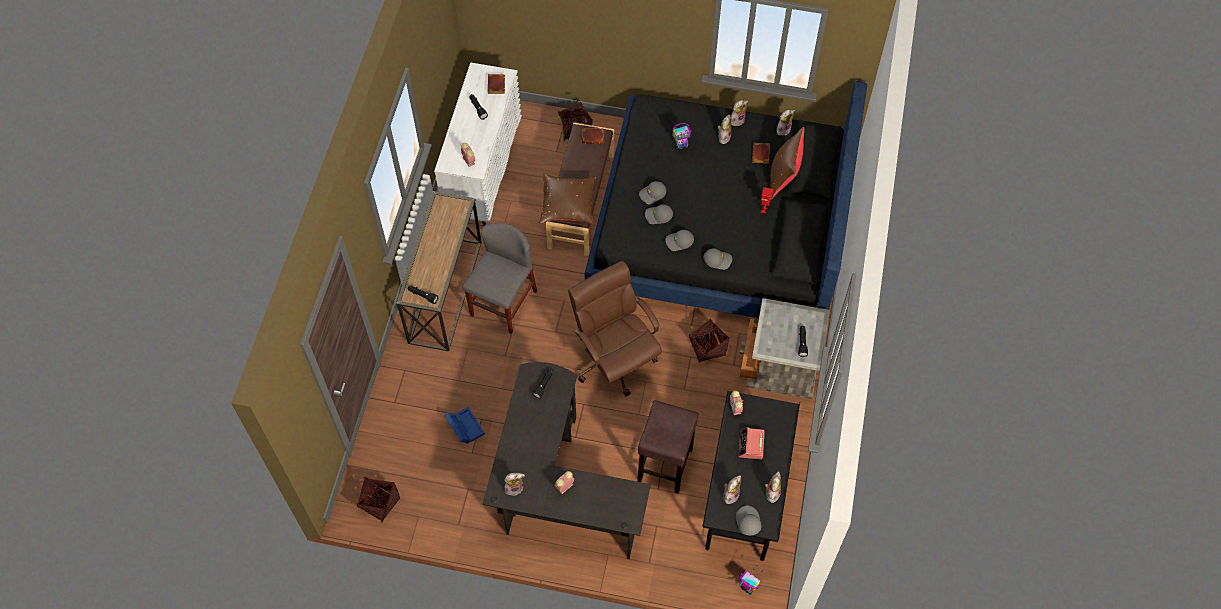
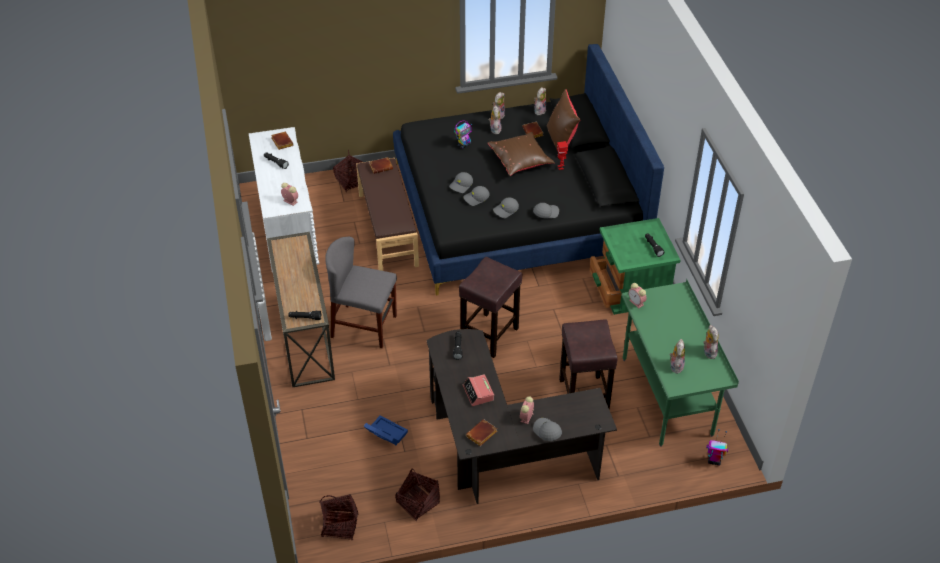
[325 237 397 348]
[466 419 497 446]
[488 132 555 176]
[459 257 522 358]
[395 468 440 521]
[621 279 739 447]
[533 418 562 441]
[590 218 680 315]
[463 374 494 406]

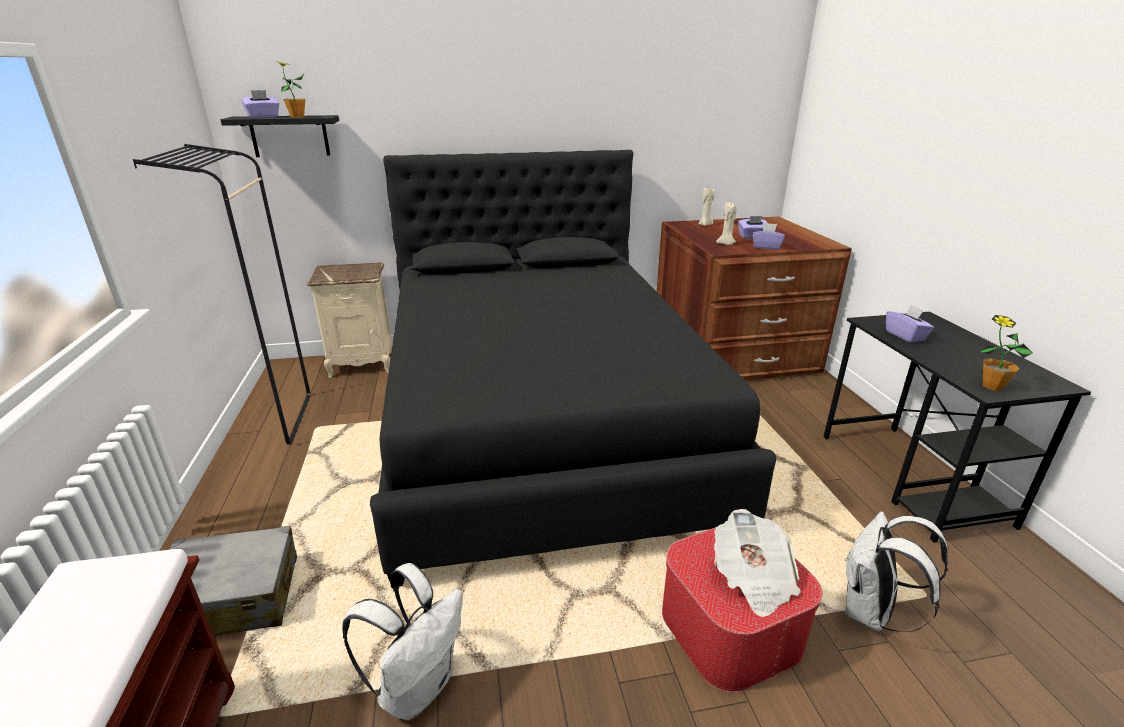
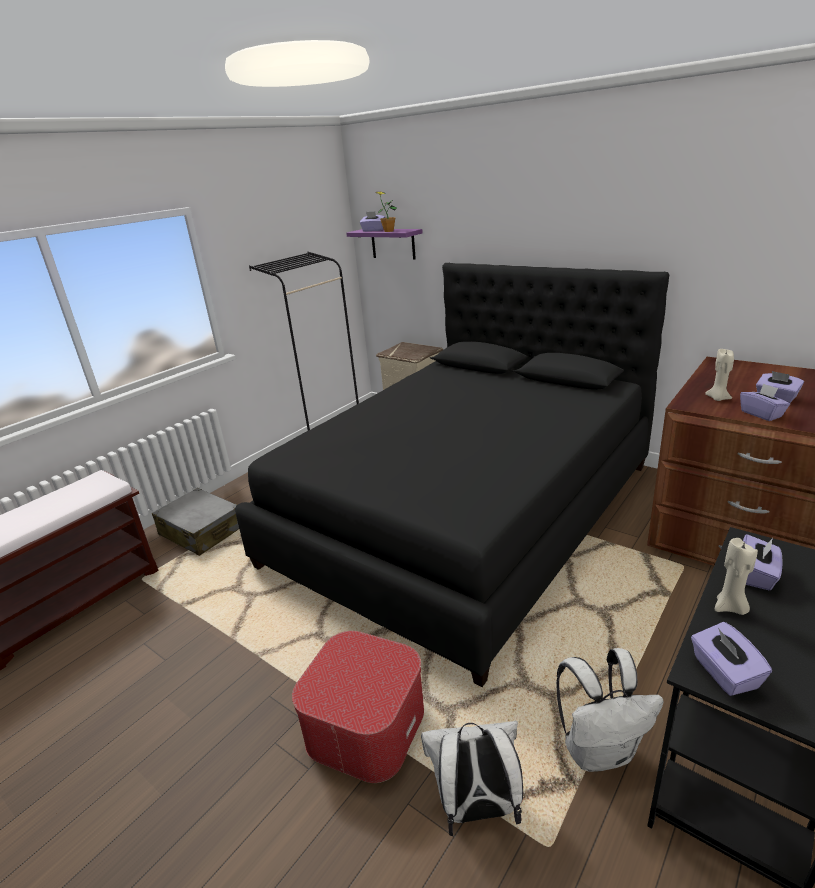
[346 229 423 260]
[556 648 664 772]
[715 538 758 615]
[714 509 801 617] (first image)
[691 622 772 696]

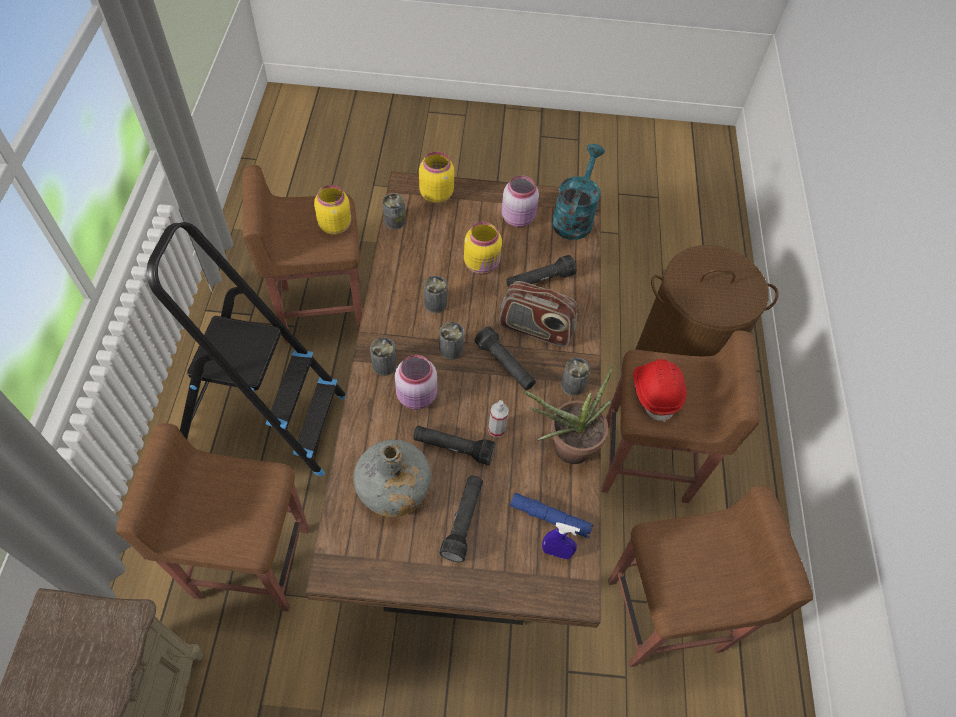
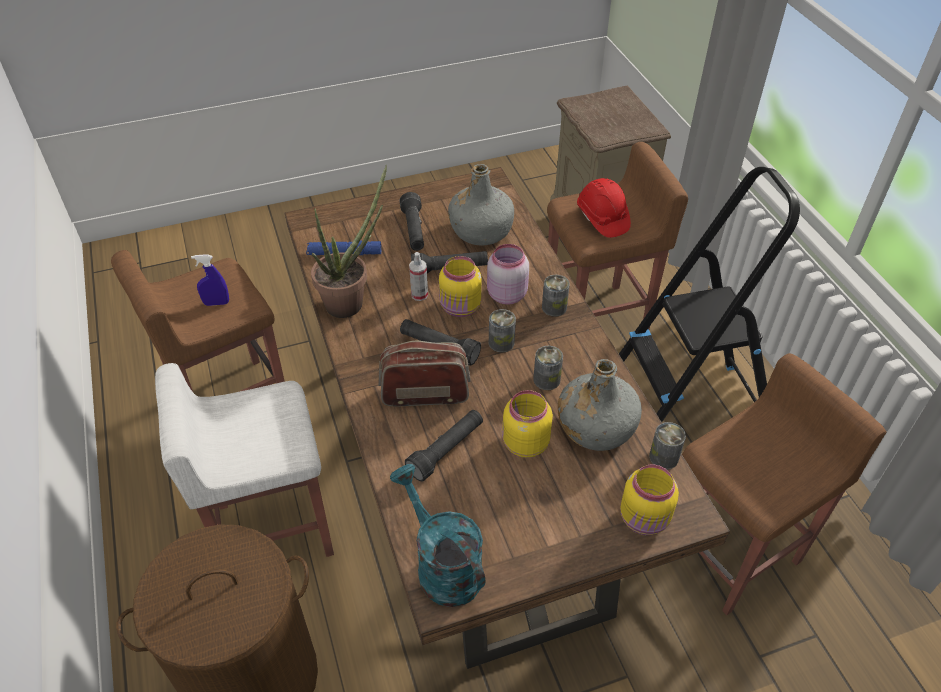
[439 256 481 317]
[501 176 539 227] (first image)
[191 254 229 306]
[390 464 485 607]
[561 358 590 396] (first image)
[155 363 334 557]
[577 178 631 238]
[558 359 642 451]

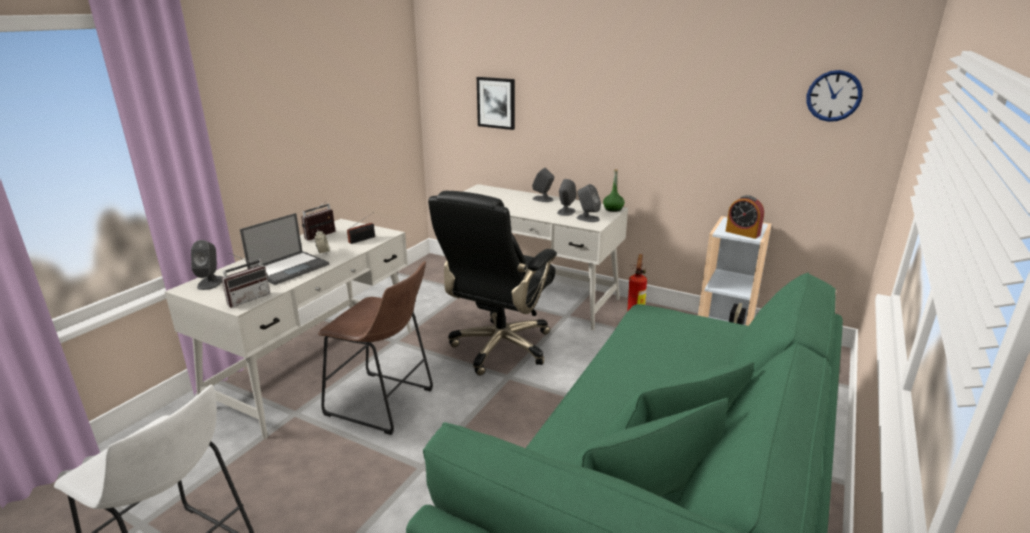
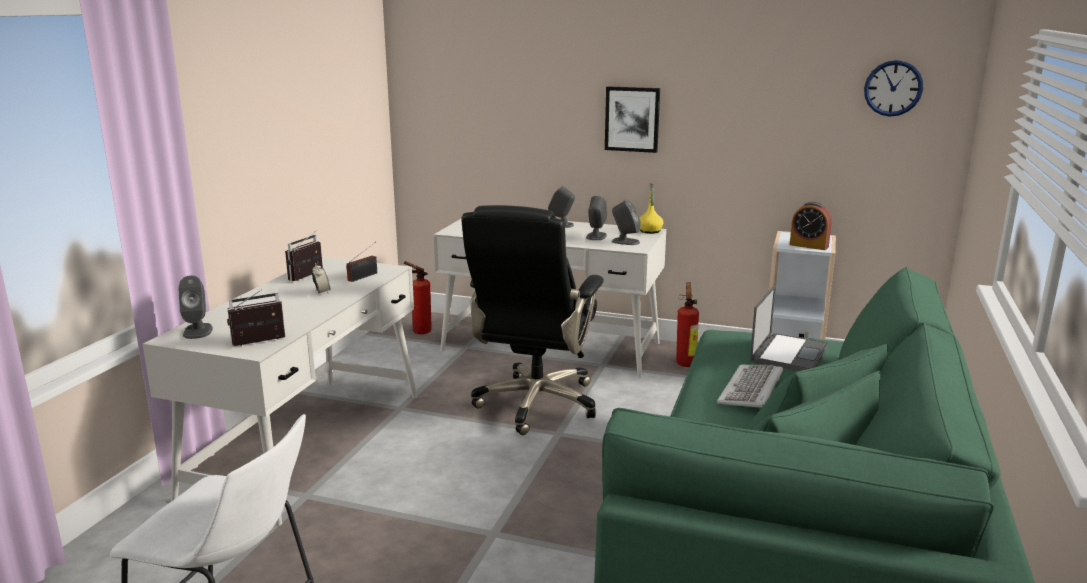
[227 289 285 346]
[750 285 829 371]
[318 261 433 435] (first image)
[605 86 660 153]
[640 183 664 234]
[404 261 432 334]
[717 364 783 408]

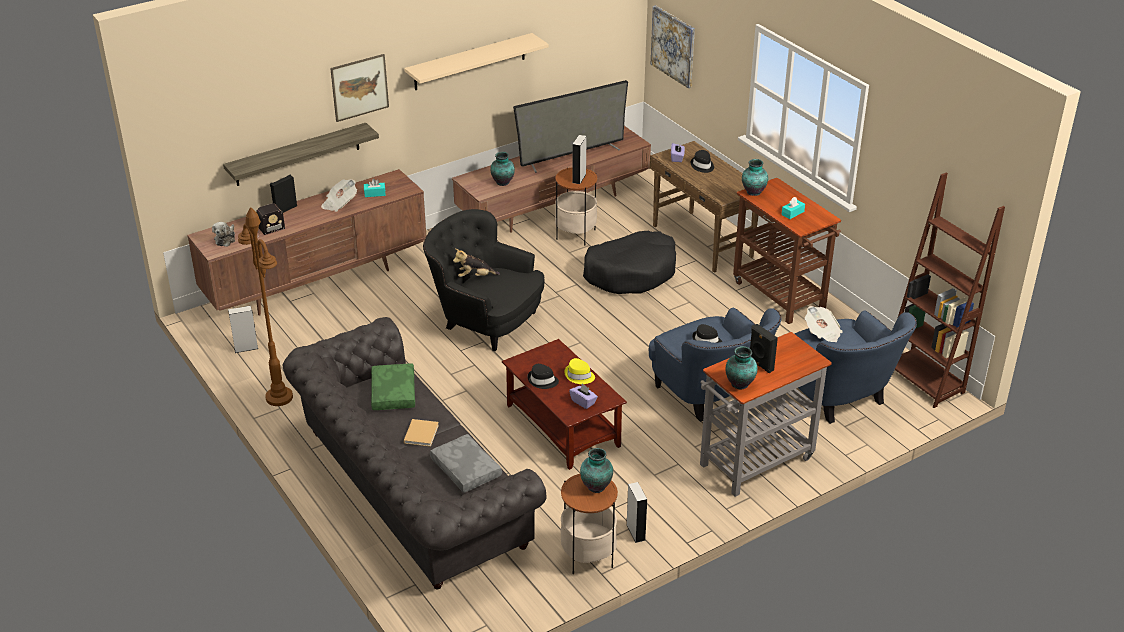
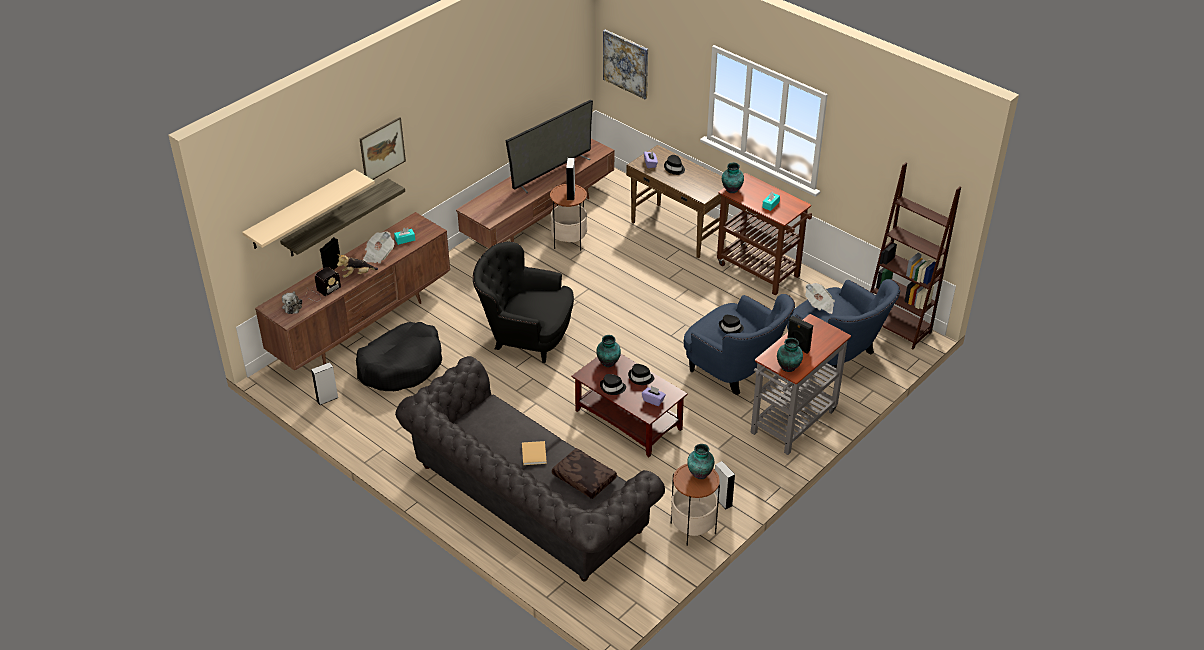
[238 207 293 406] (first image)
[371 364 415 410] (first image)
[242 169 375 249]
[552 448 617 499]
[337 254 378 278]
[596 335 621 367]
[628 364 654 385]
[356 322 442 391]

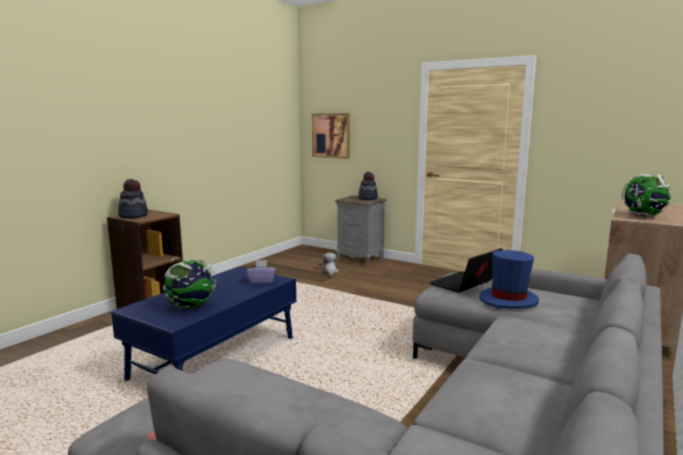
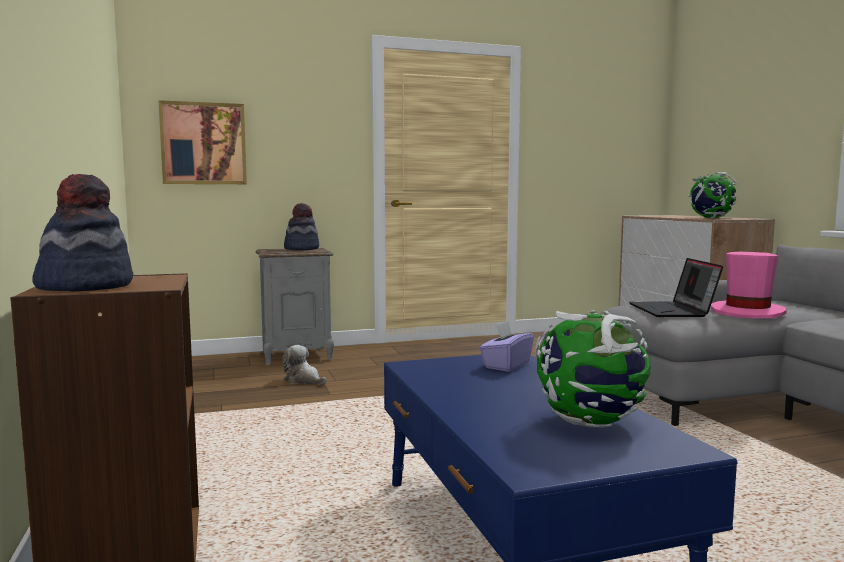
[711 252 787 319]

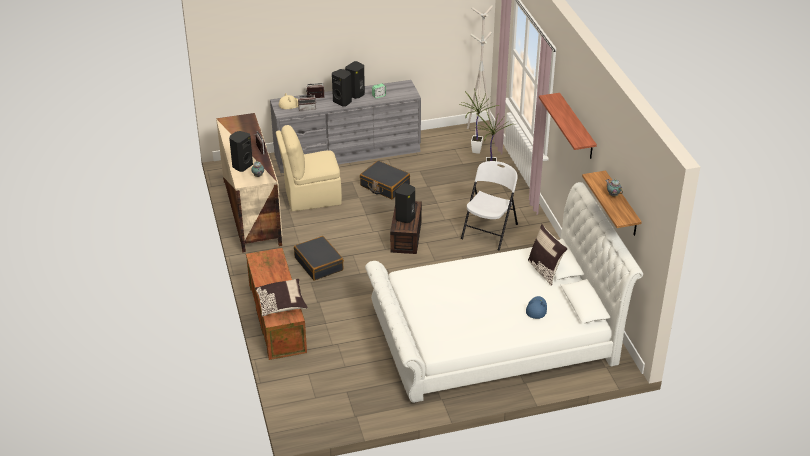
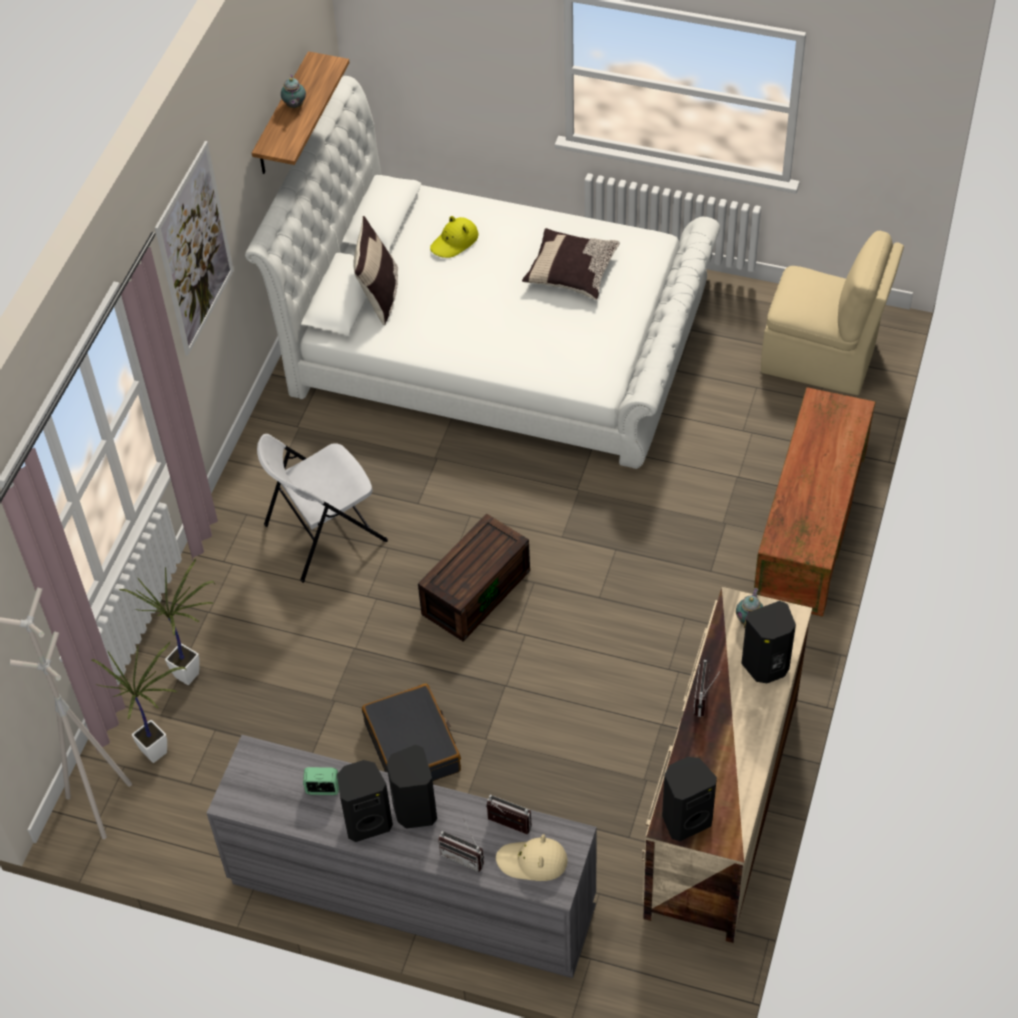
[522 228 620 300]
[761 230 904 395]
[294 236 344 281] (first image)
[662 757 717 841]
[430 216 478 258]
[155 141 234 356]

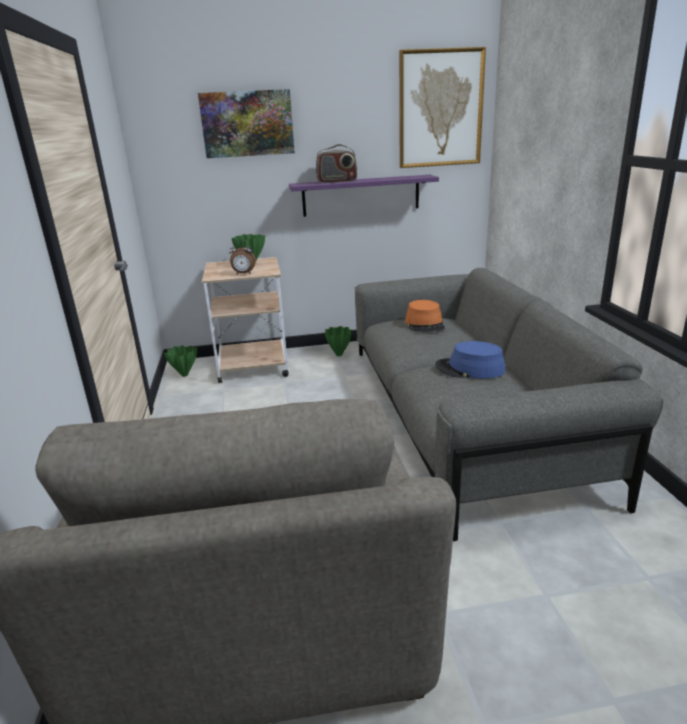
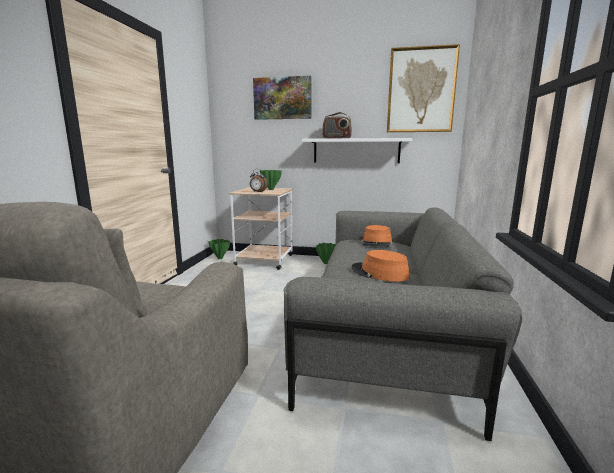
[302 138 412 163]
[352 250 410 282]

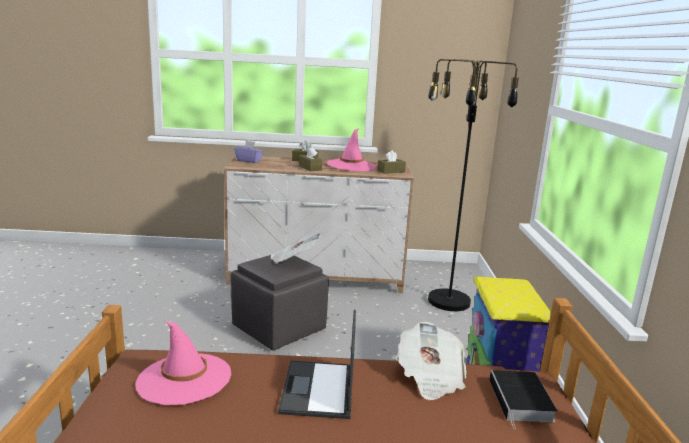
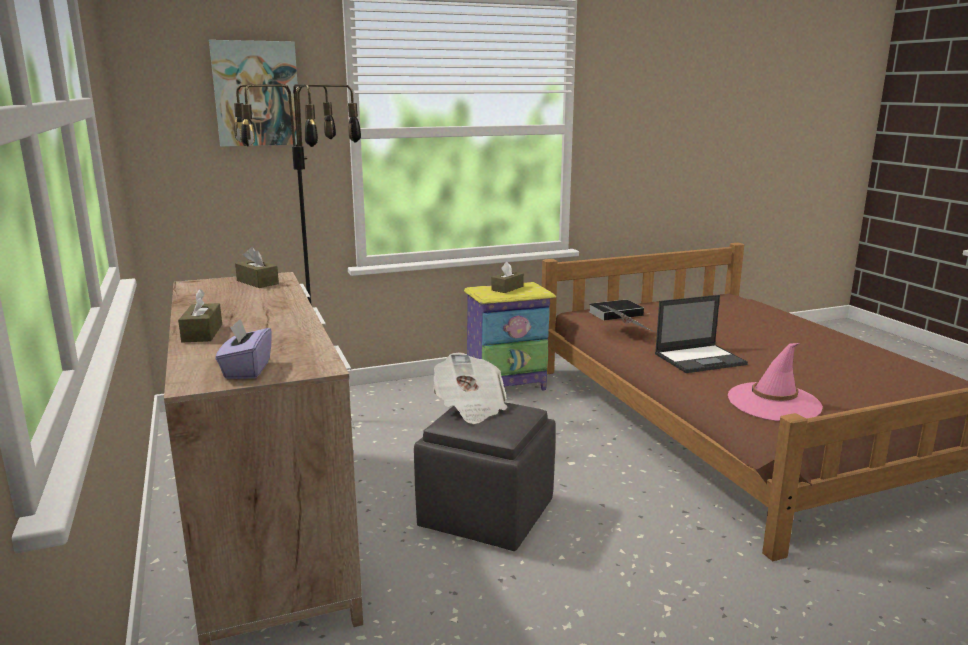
[491 262 524 293]
[327 128 376 171] (first image)
[209 40 298 147]

